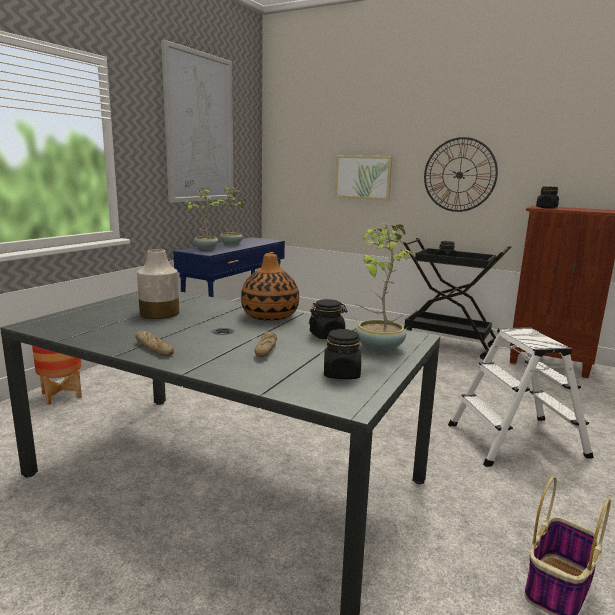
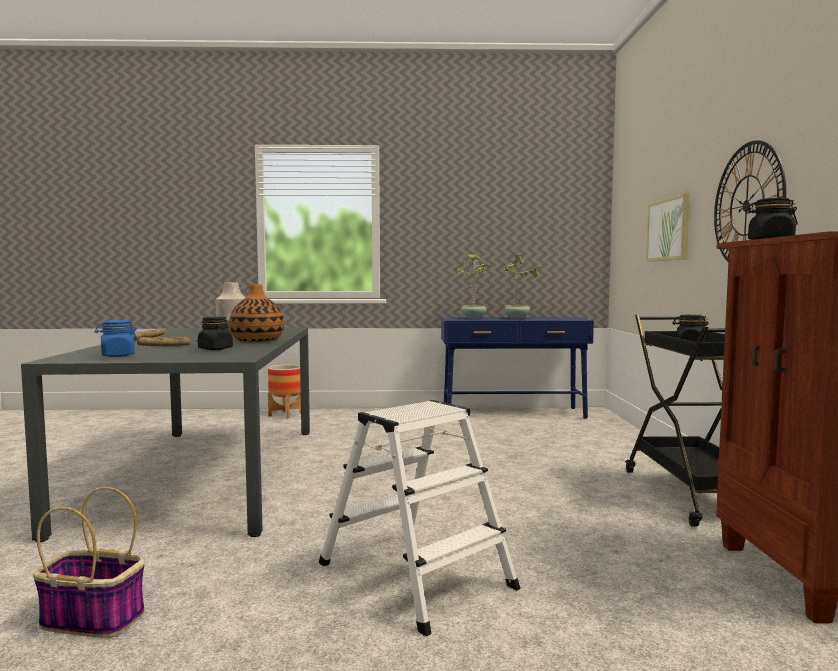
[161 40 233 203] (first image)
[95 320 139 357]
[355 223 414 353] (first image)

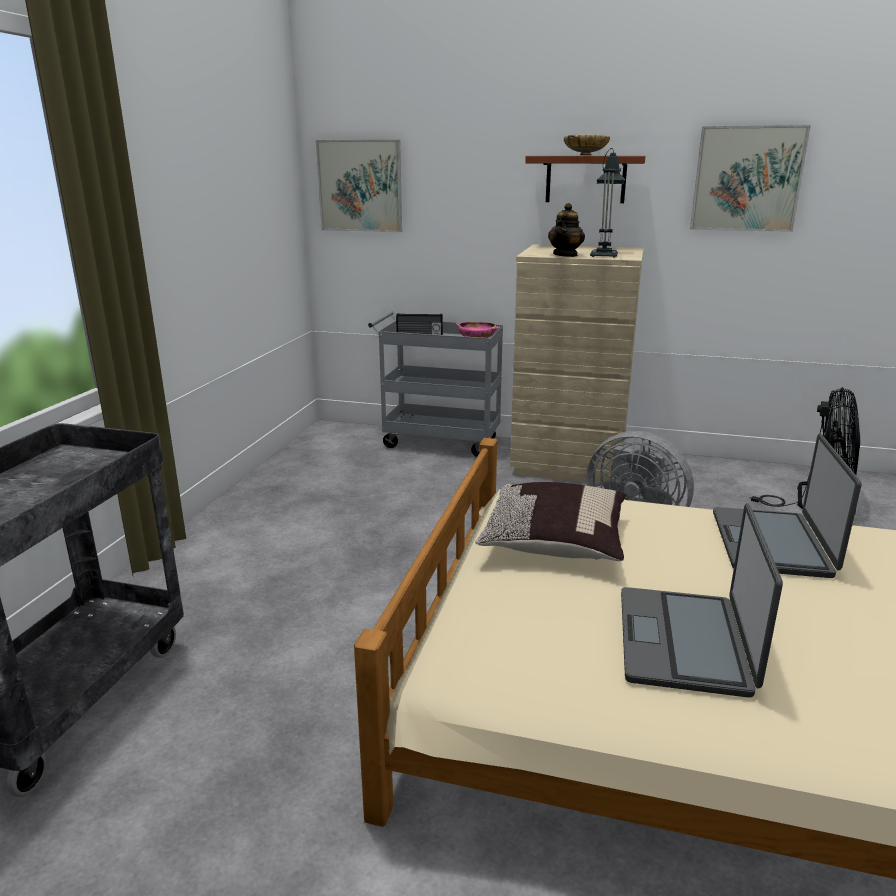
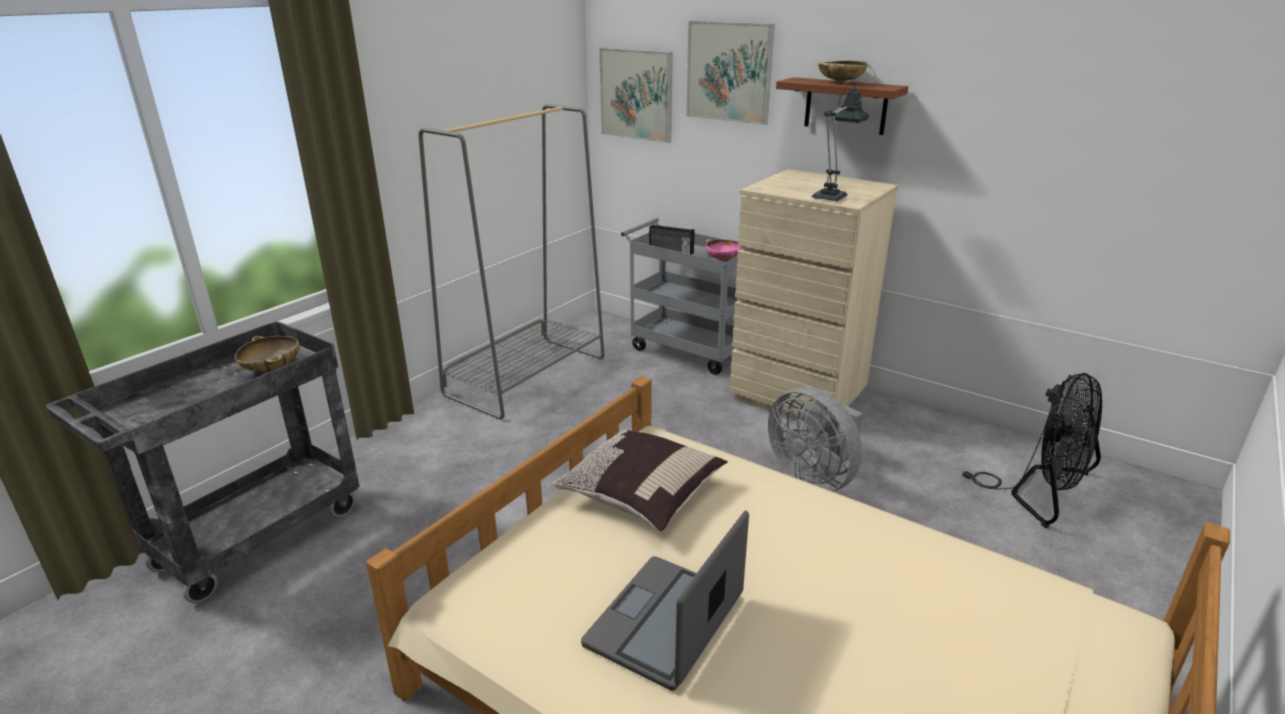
[548 203 585 257] (first image)
[686 21 775 125]
[713 434 862 578] (first image)
[235 336 300 372]
[418 104 605 419]

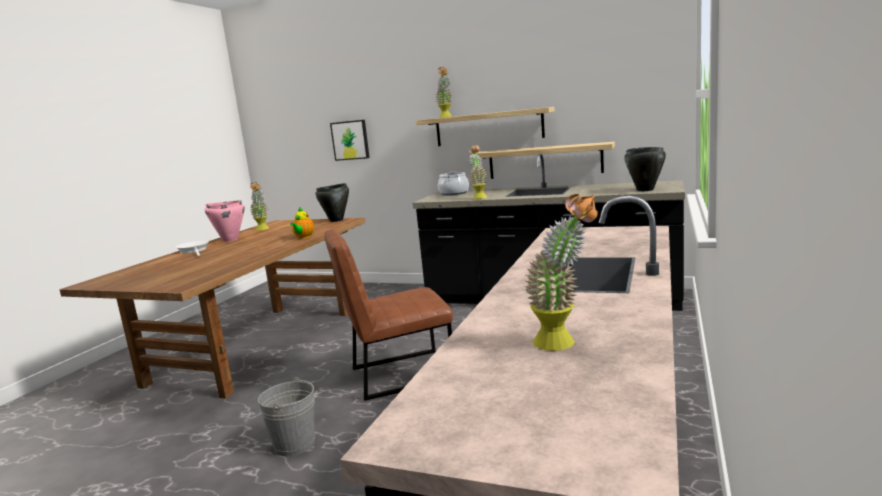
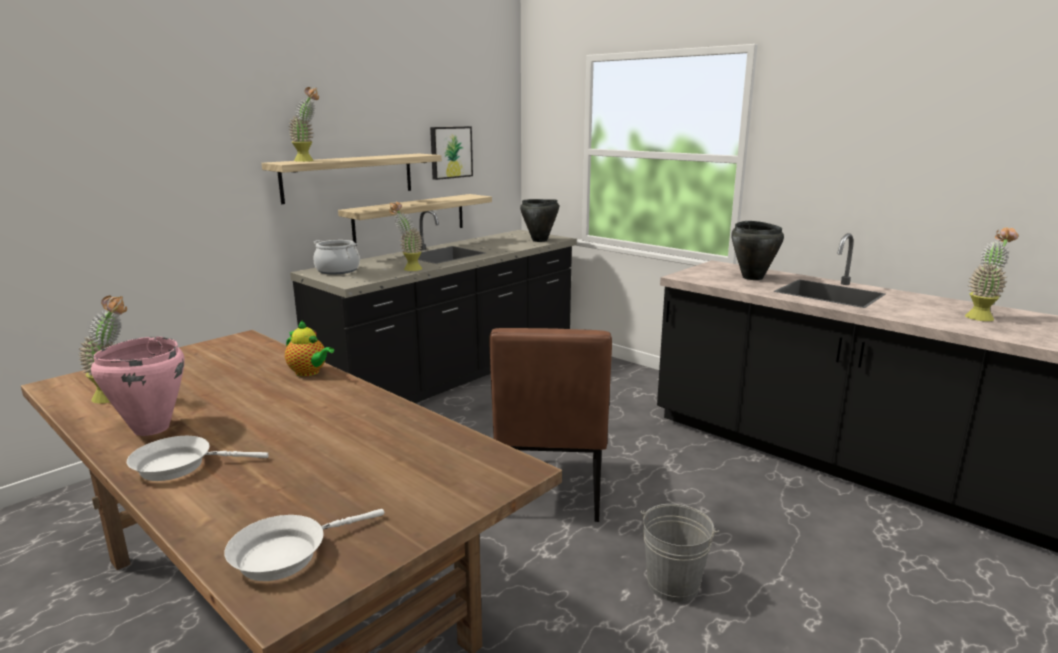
[731 221 784 280]
[430 126 473 180]
[224 509 384 581]

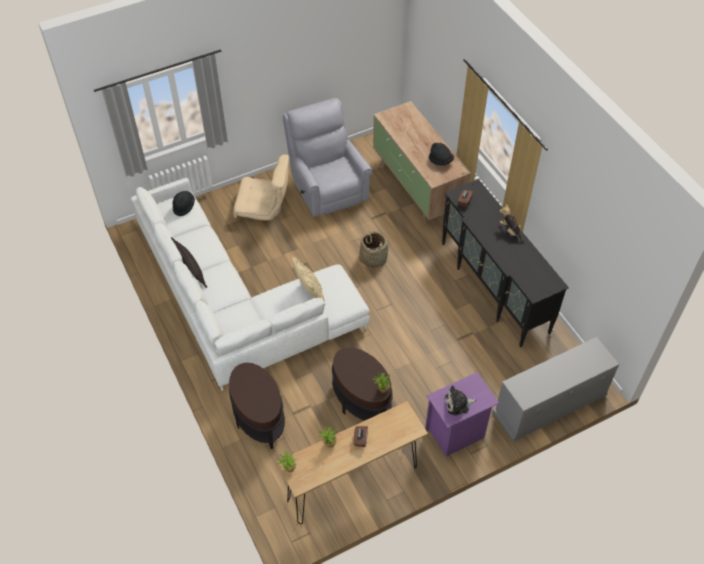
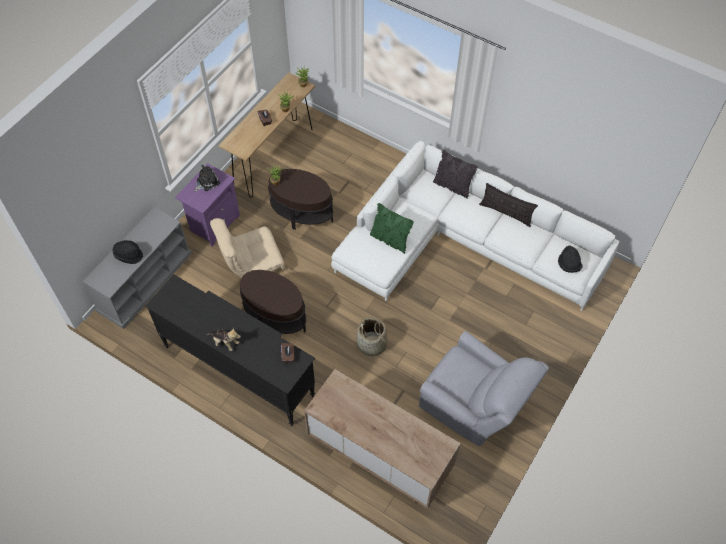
[240 270 306 334]
[210 218 285 278]
[370 203 414 254]
[113 240 143 264]
[433 150 478 199]

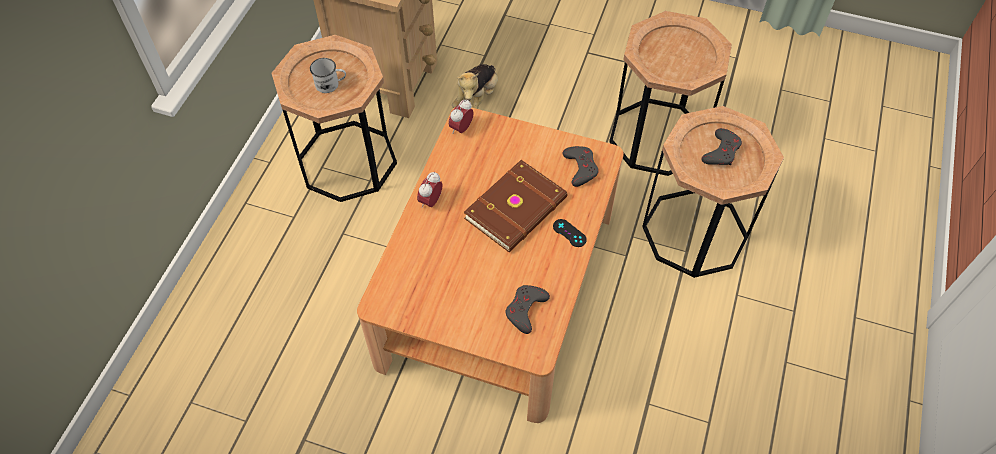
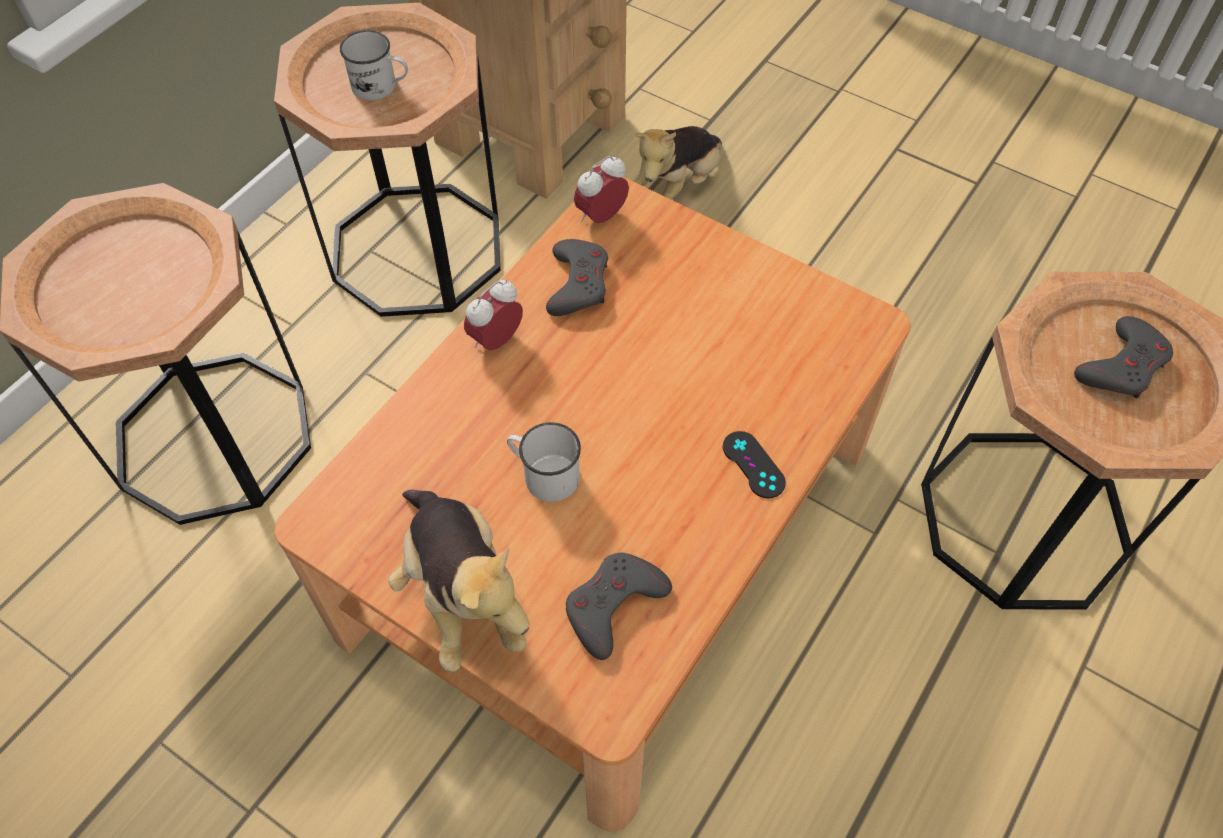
[464 160 567 252] (first image)
[546 239 608 316]
[0 183 311 525]
[389 490 529 671]
[507 422 581 502]

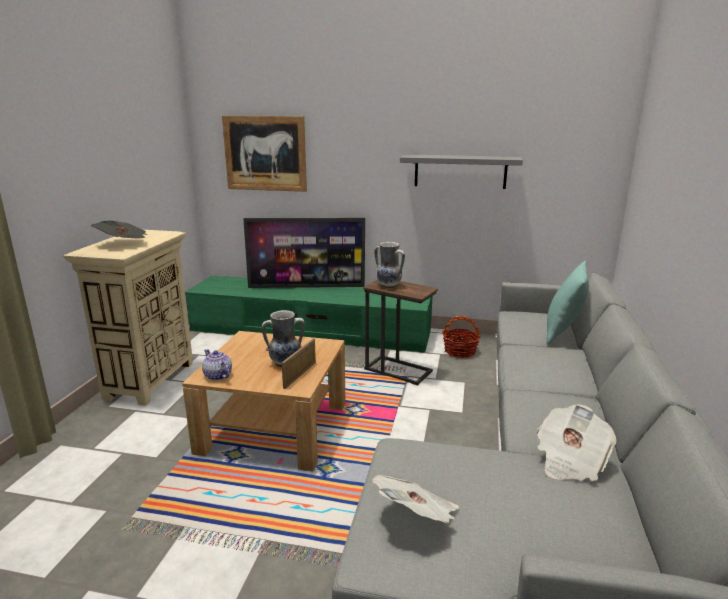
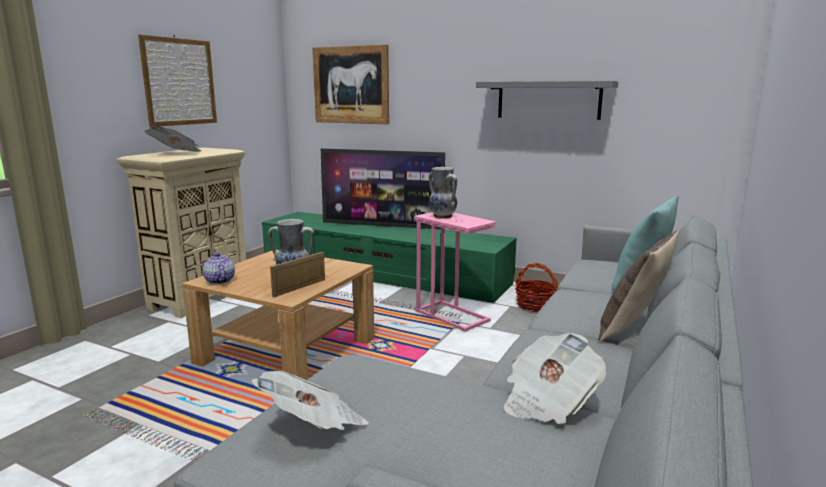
[414 212 496 332]
[138 35 217 127]
[599 230 679 342]

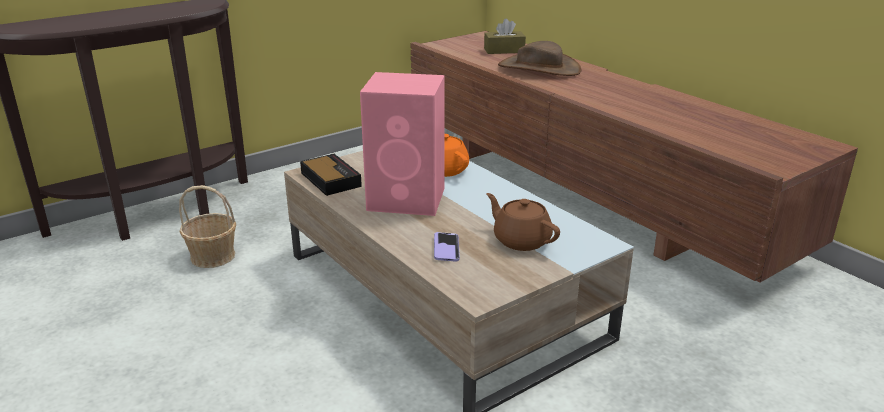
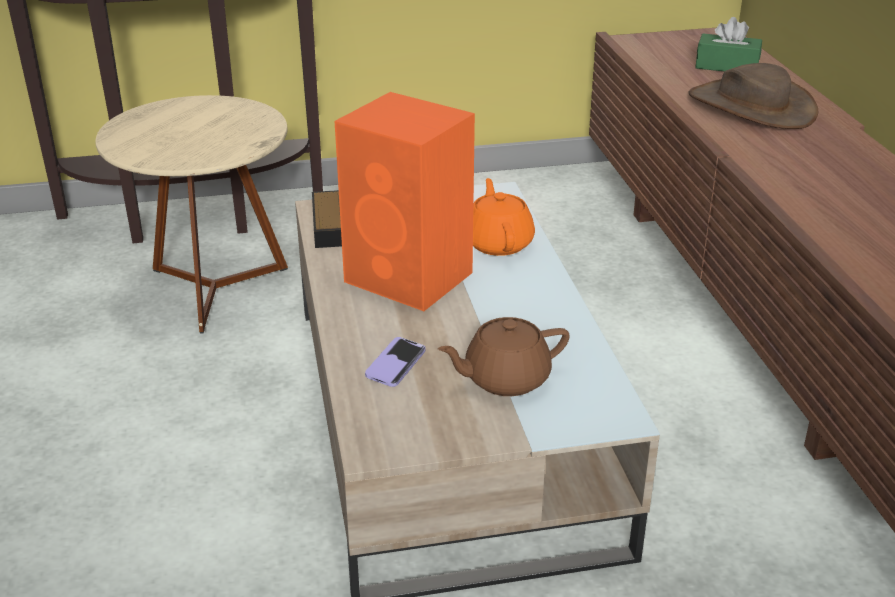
[95 95 288 334]
[335 92 475 311]
[695 17 762 72]
[438 317 570 396]

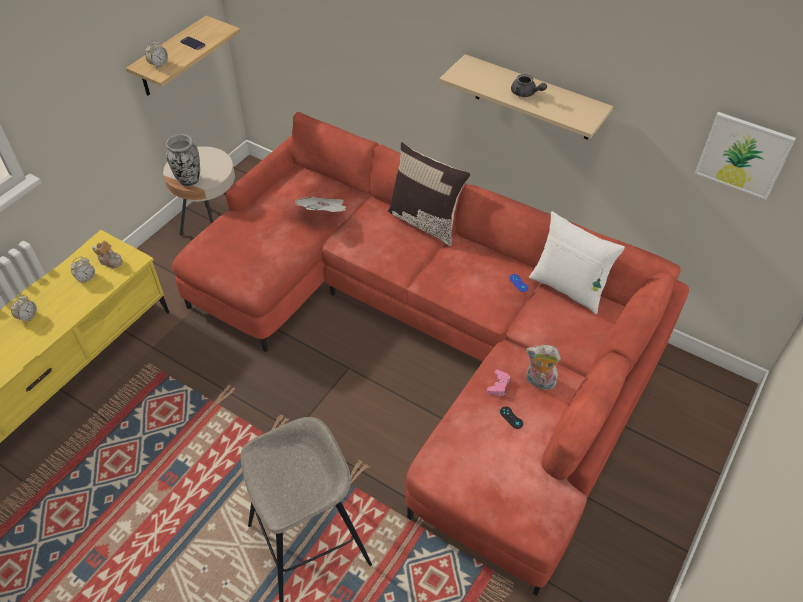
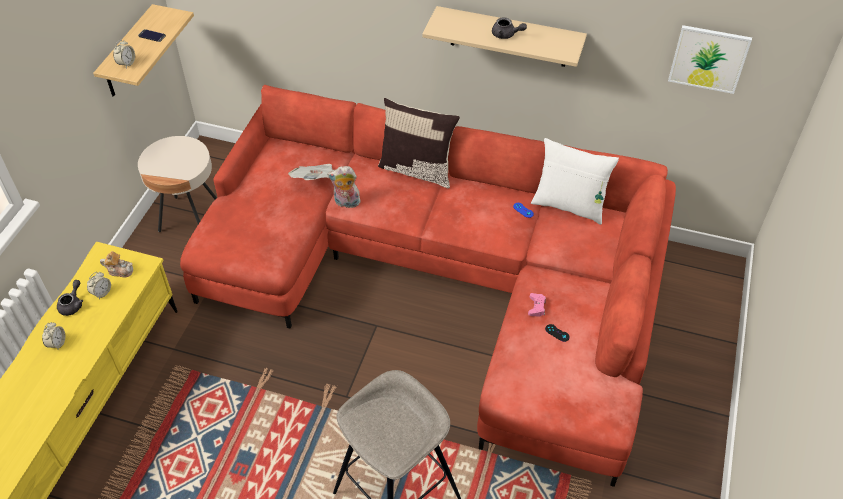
[166 134 200 186] (first image)
[327 166 361 208]
[57 280 83 316]

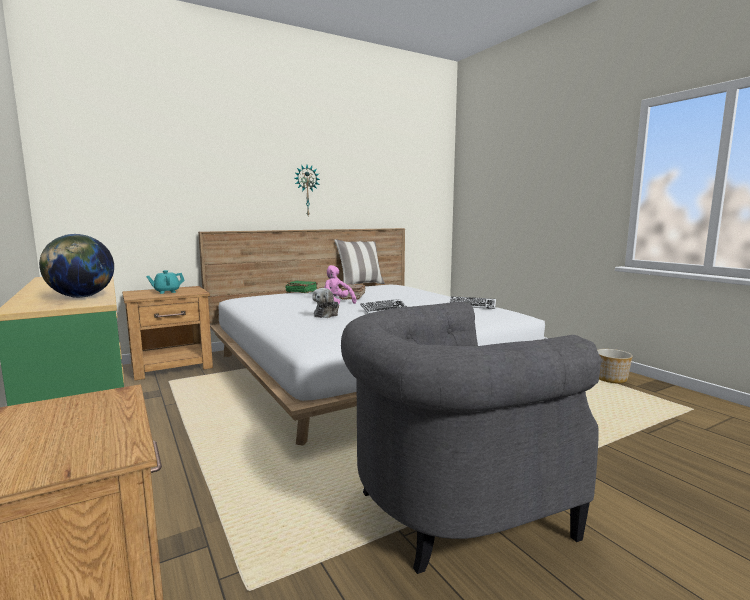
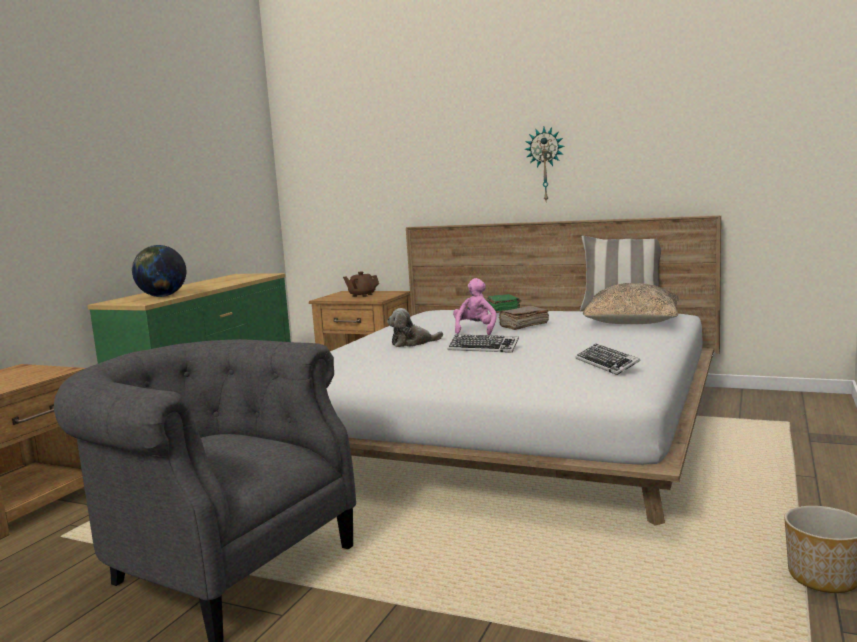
[343 272 379 297]
[583 283 680 324]

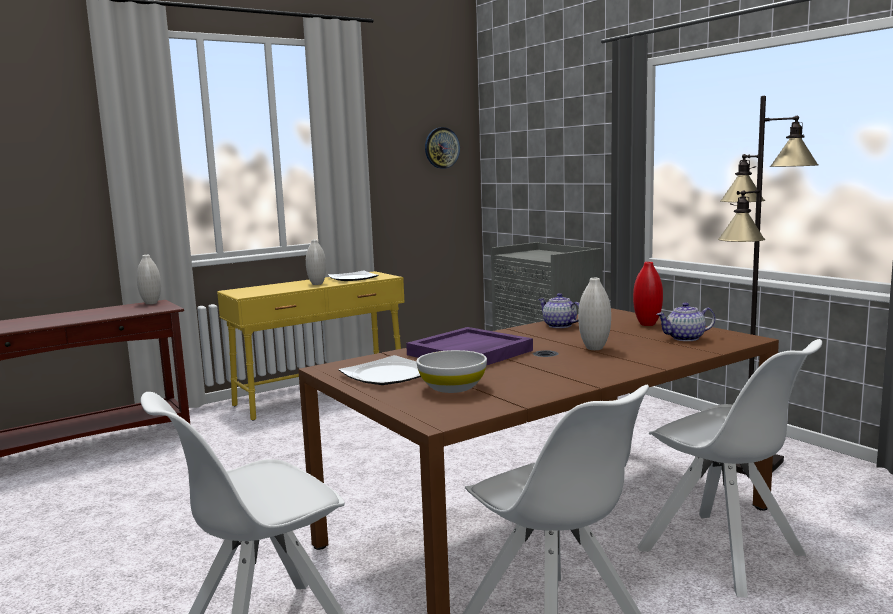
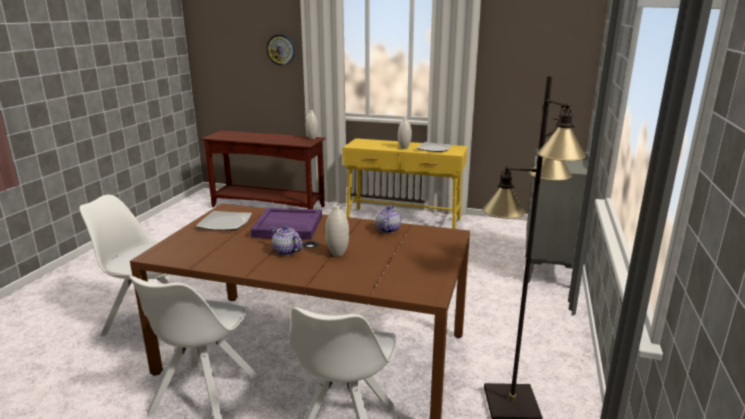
[416 350 487 393] (first image)
[266 34 295 66]
[633 262 663 326] (first image)
[270 226 303 256]

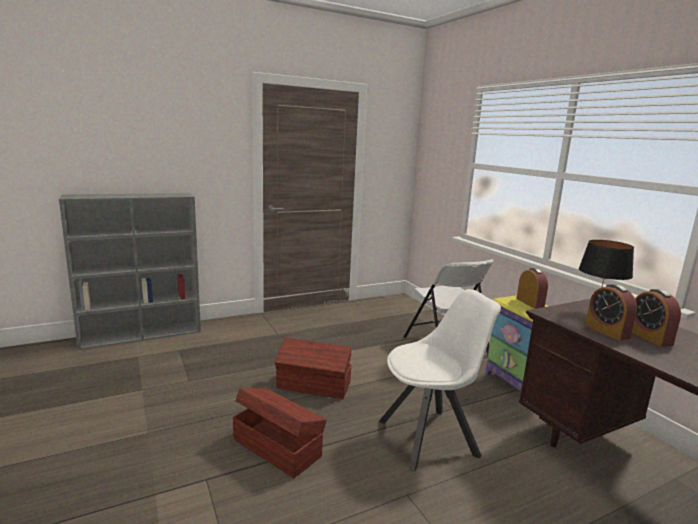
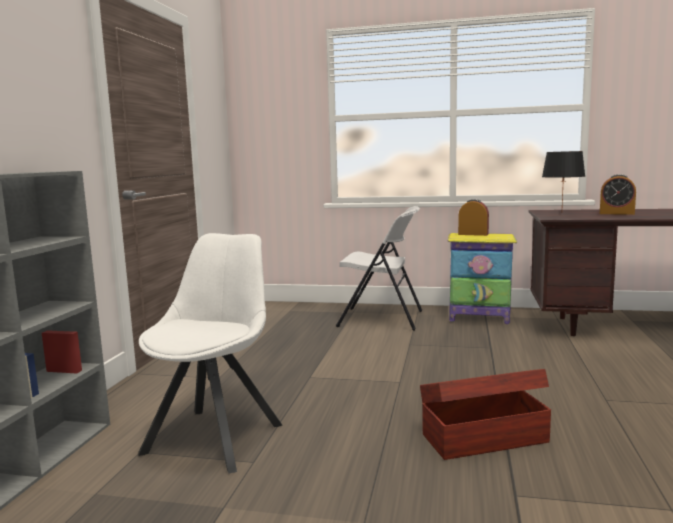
[275 338 352 399] (first image)
[138 233 283 473]
[585 284 637 341] (first image)

